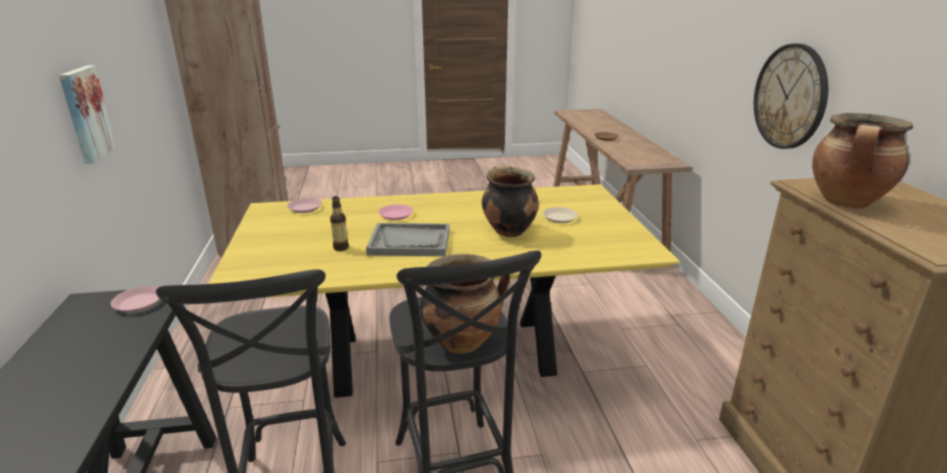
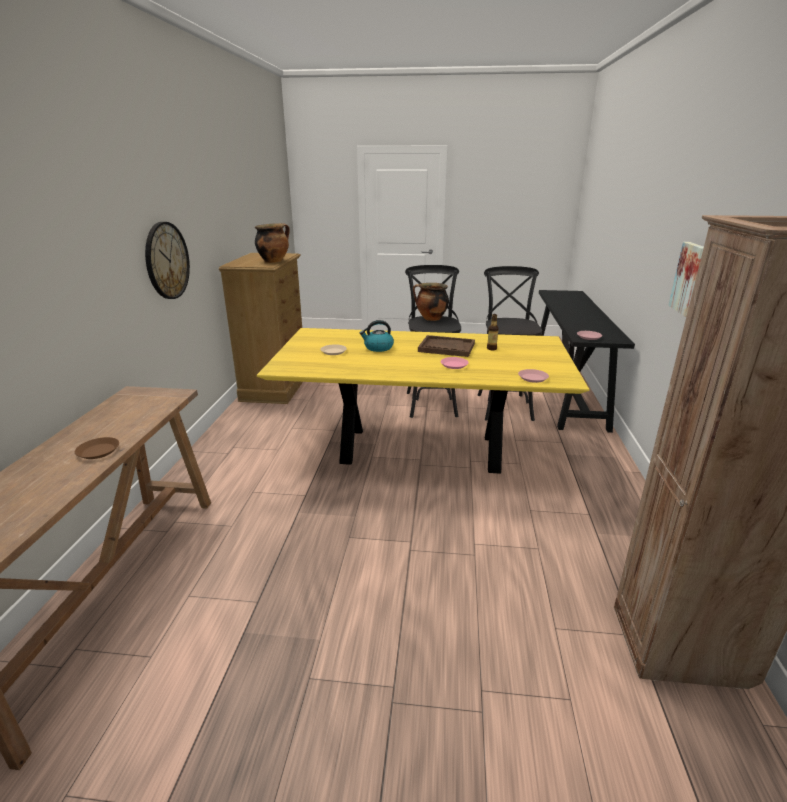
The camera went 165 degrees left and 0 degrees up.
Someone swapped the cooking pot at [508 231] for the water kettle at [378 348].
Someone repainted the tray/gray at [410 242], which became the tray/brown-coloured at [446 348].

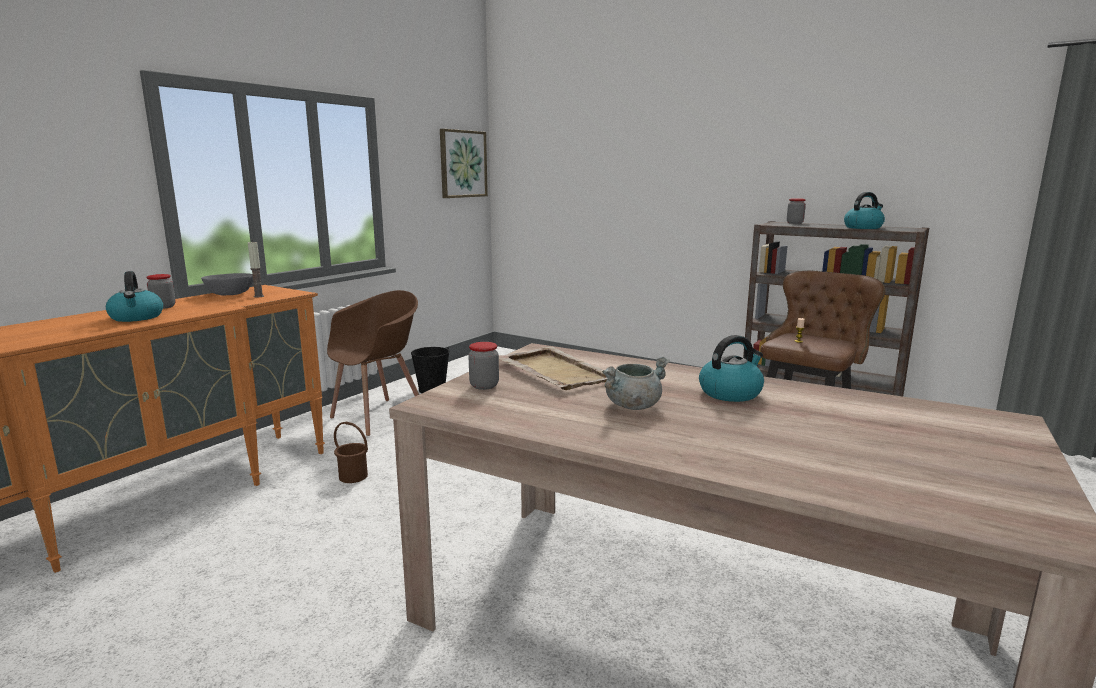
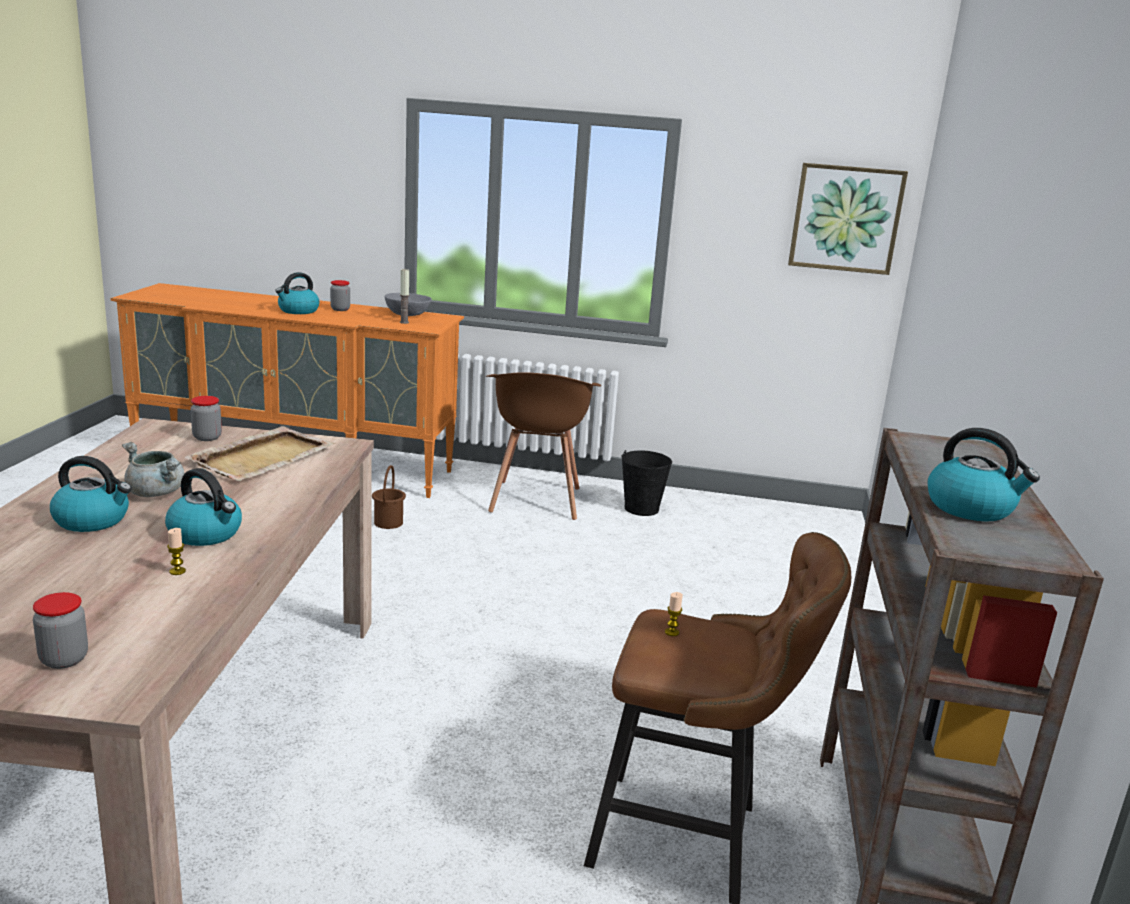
The camera went 65 degrees right and 5 degrees up.
Someone carried the storage jar from [794 223] to [64 659].
Someone put down the water kettle at [93 520].
Someone put down the wax candle at [177 571].
Someone rotated the plain chair/brown-coloured at [380 417] by 75 degrees clockwise.

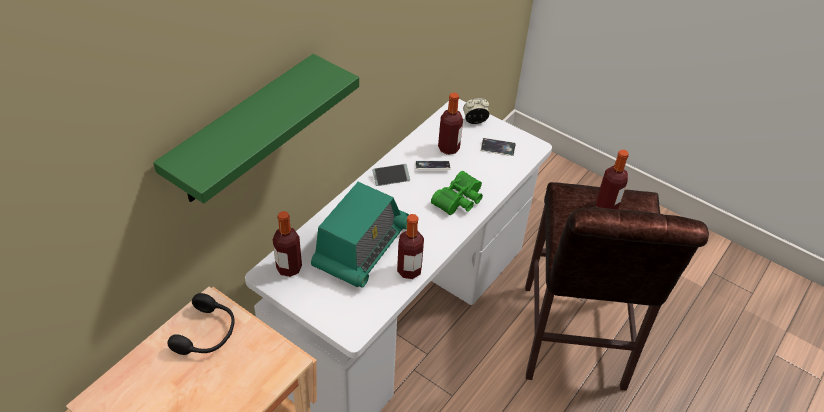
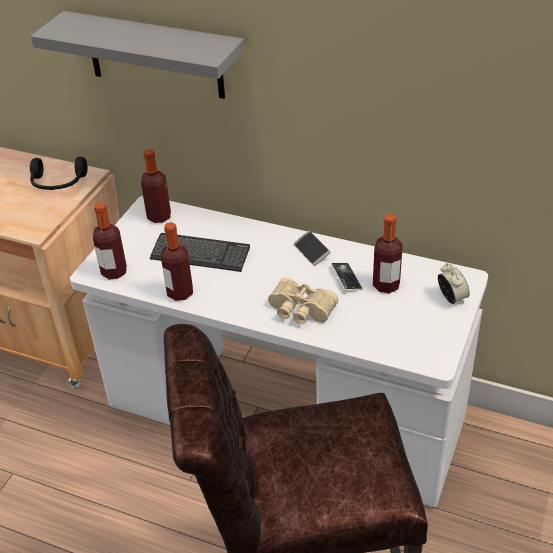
The camera went 80 degrees right and 5 degrees down.
Someone repainted the shelf/green at [243 131], which became the shelf/gray at [154 55].
Someone carried the bottle from [606 206] to [114 272].
Someone swapped the radio set at [362 247] for the PC keyboard at [200 254].
Someone repainted the binoculars/green at [460 201], which became the binoculars/beige-coloured at [300 311].
Someone took away the telephone at [497 148].

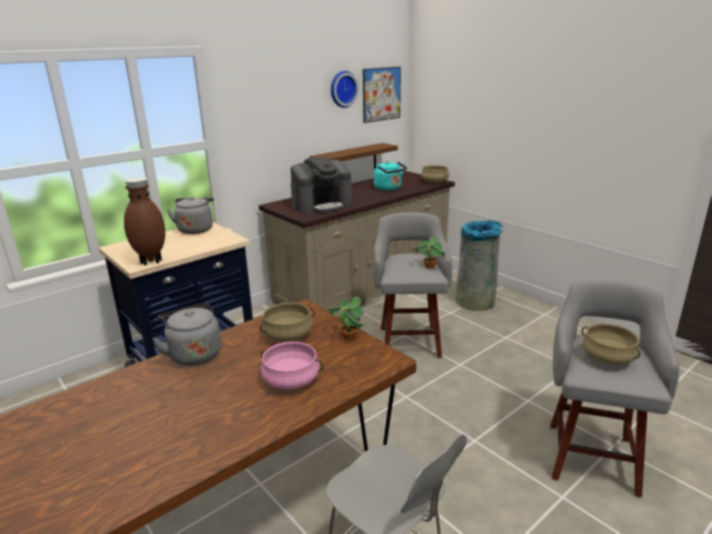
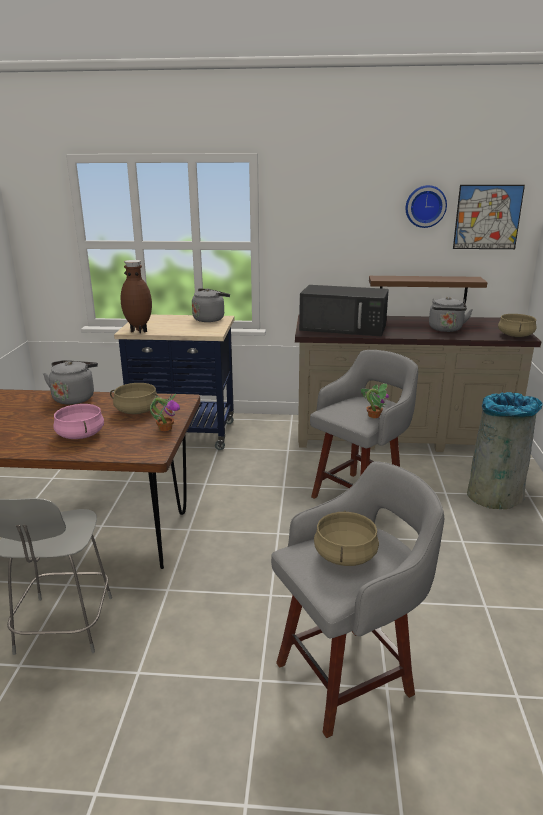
The camera went 45 degrees right and 0 degrees up.
Someone swapped the coffee machine at [322 205] for the kitchen microwave/black-coloured at [344 327].
Someone repainted the water kettle/blue-green at [389 188], which became the water kettle/gray at [446 329].

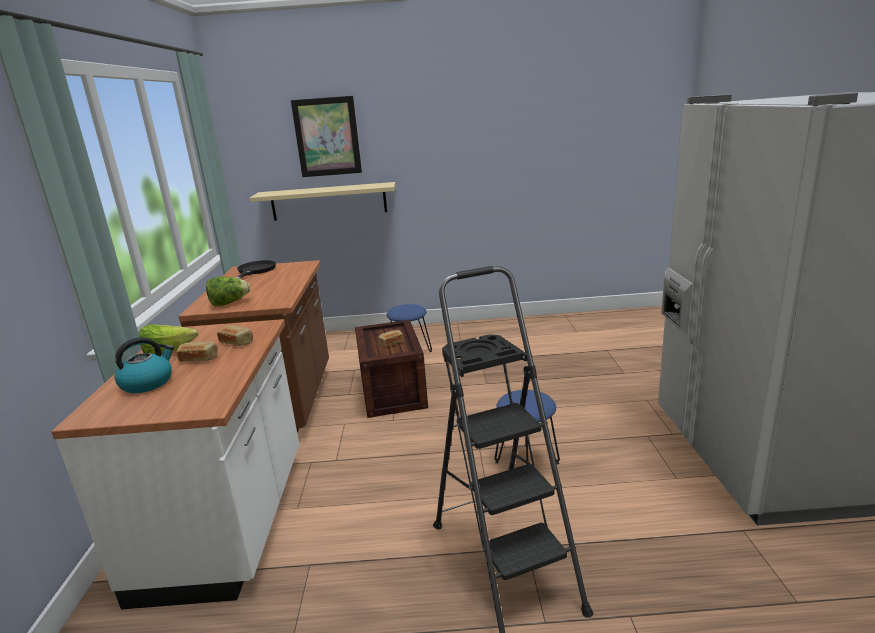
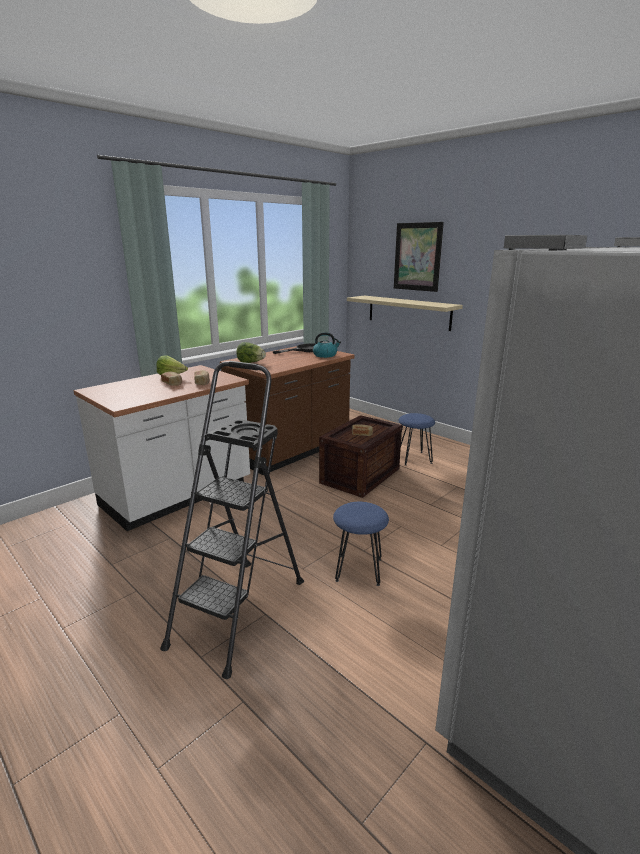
The camera went 45 degrees right and 0 degrees up.
Someone carried the water kettle from [148 383] to [325 355].

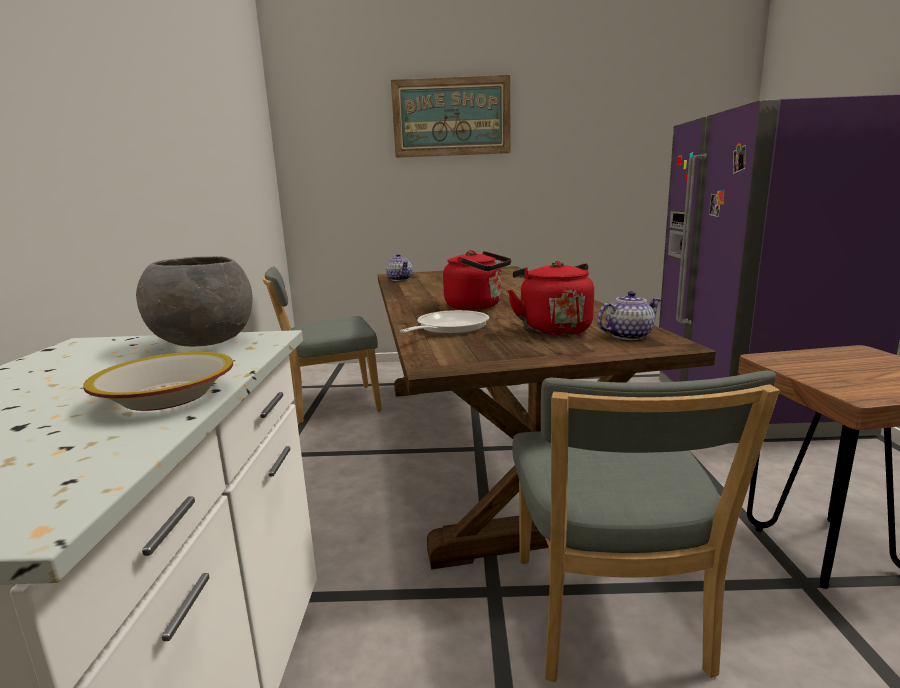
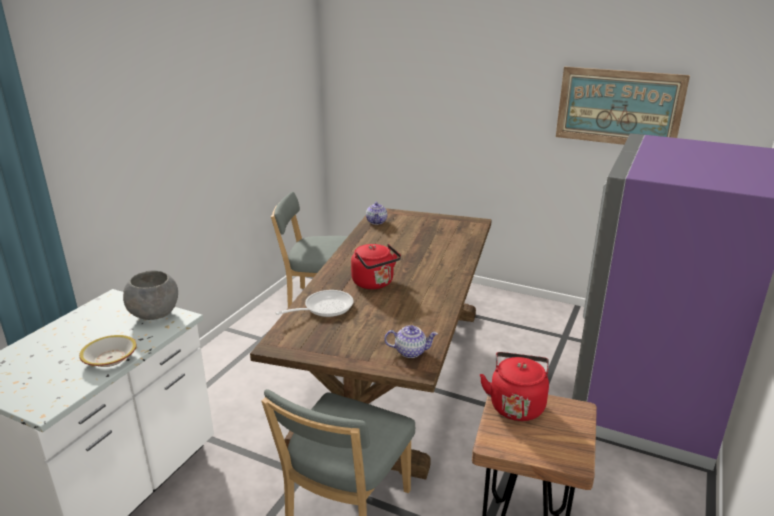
The camera went 25 degrees right and 10 degrees up.
Someone carried the water kettle/red from [552 329] to [516 405].
Someone carried the wall art from [451 117] to [619 107].

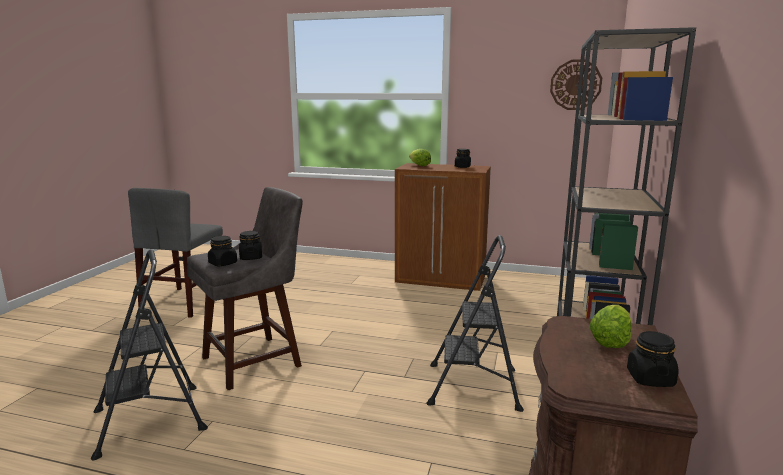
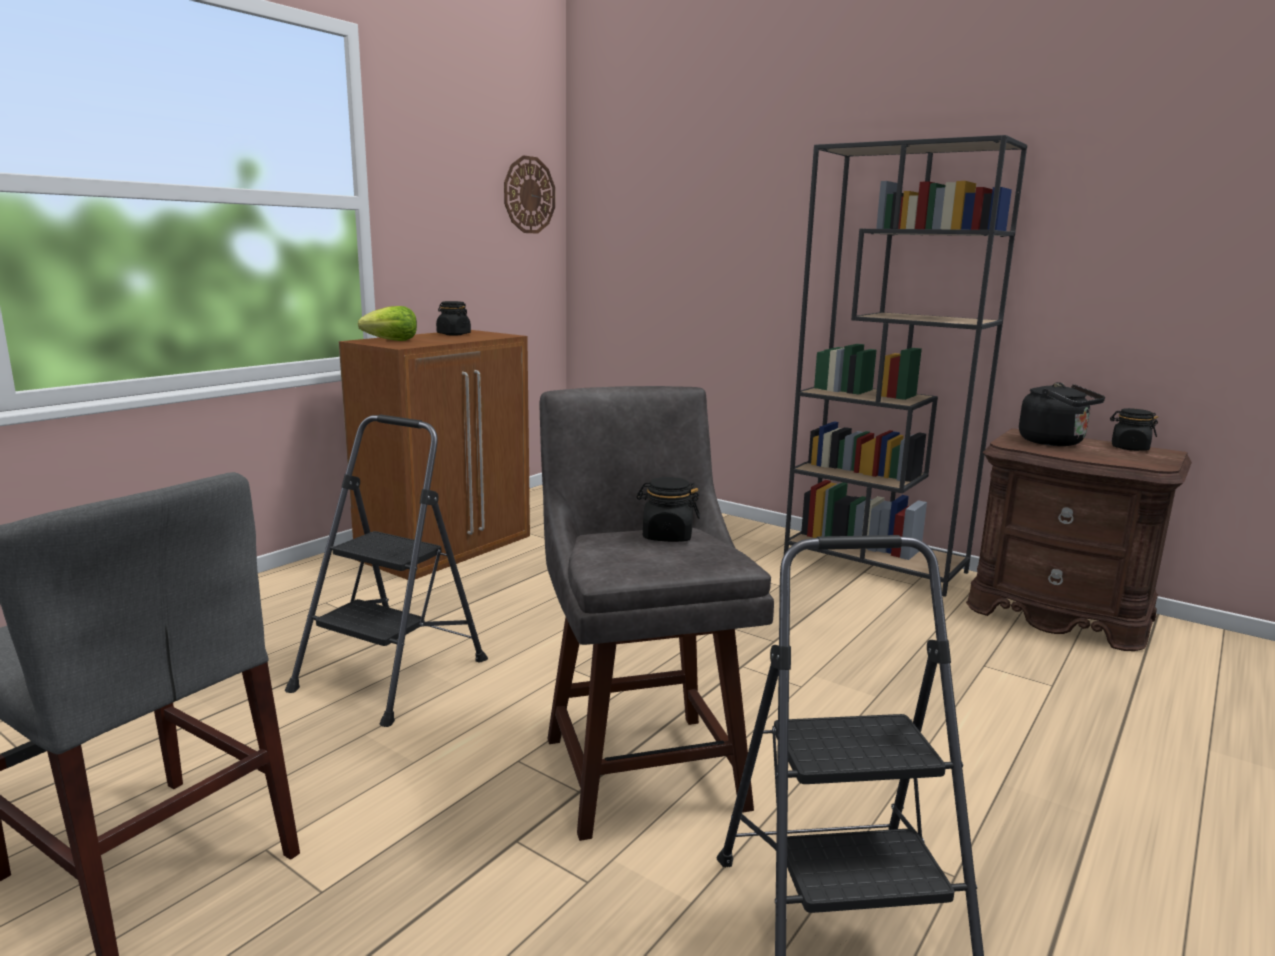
The camera went 70 degrees left and 0 degrees up.
Someone carried the step ladder/black-coloured from [476 386] to [395 671].
Someone swapped the lettuce head at [610 341] for the water kettle/black-coloured at [1055 442].
Someone took away the storage jar/black-coloured at [223 263].

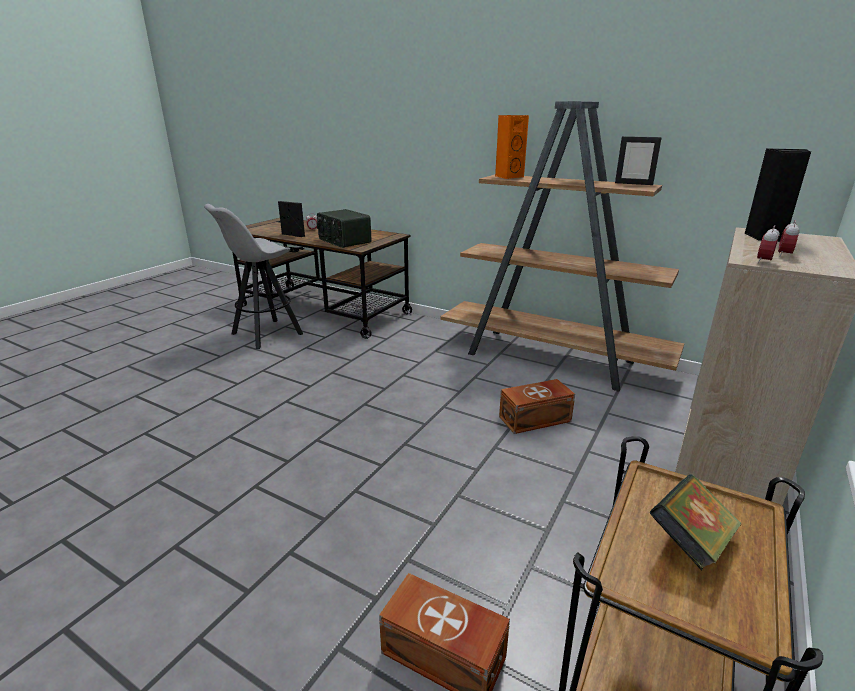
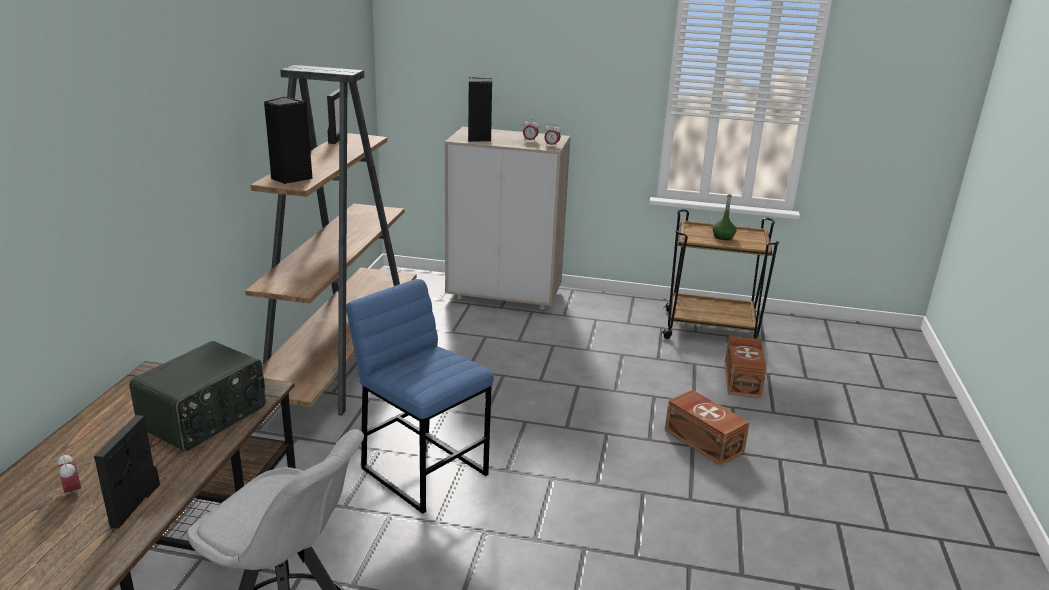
The camera went 110 degrees left and 0 degrees up.
Someone repainted the loudspeaker/orangey at [508 177], which became the loudspeaker/black-coloured at [290 178].
Someone put down the plain chair/blue at [422 470].
Someone carried the storage box/brown-coloured from [536 419] to [703 440].
Someone swapped the bound book at [689 542] for the bottle/green at [723 237].

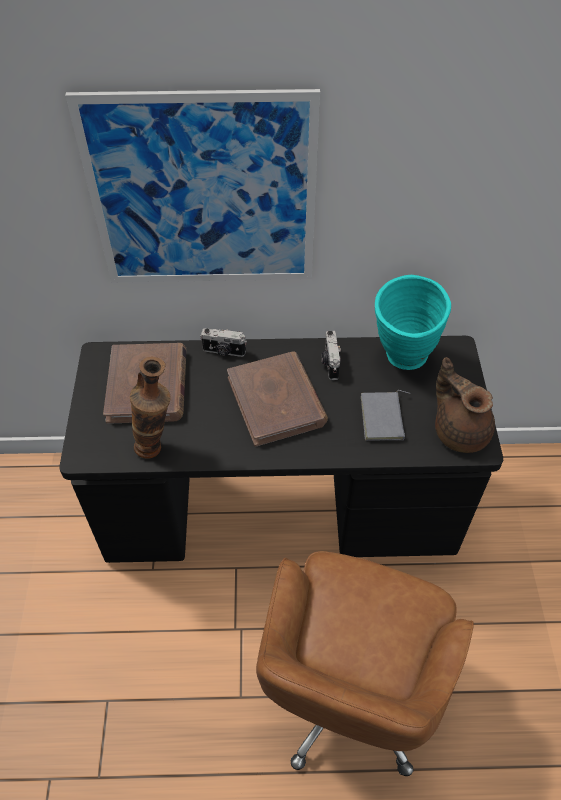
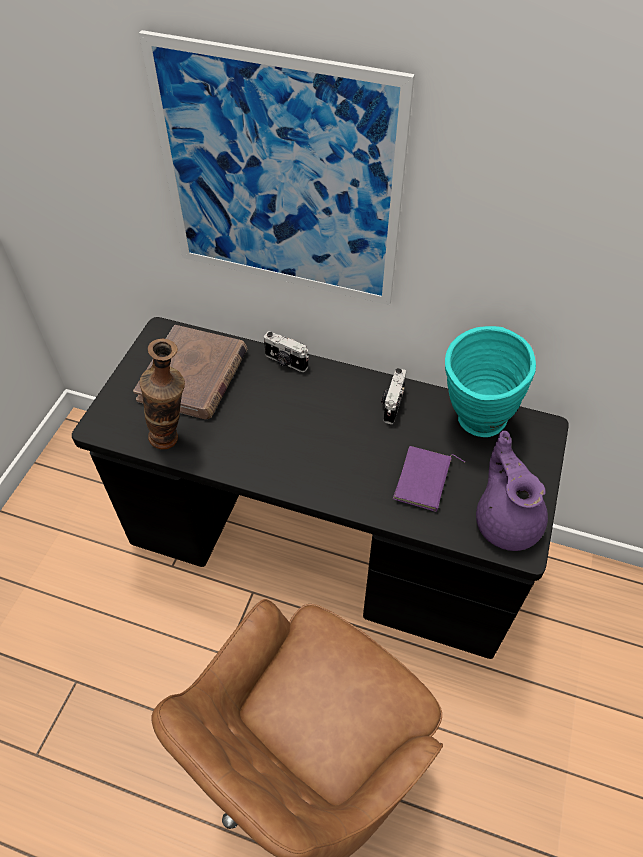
The camera went 20 degrees right and 0 degrees up.
Someone repainted the bound book/gray at [384 418], which became the bound book/purplish at [424 481].
Someone repainted the pot for tea/brown-coloured at [459 430], which became the pot for tea/purplish at [506 521].
Someone took away the bound book/brown-coloured at [276 401].

